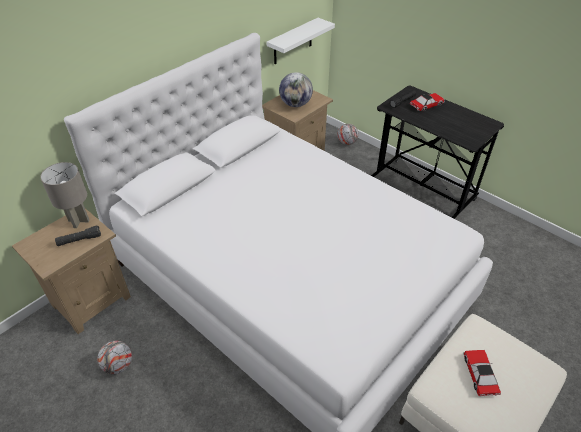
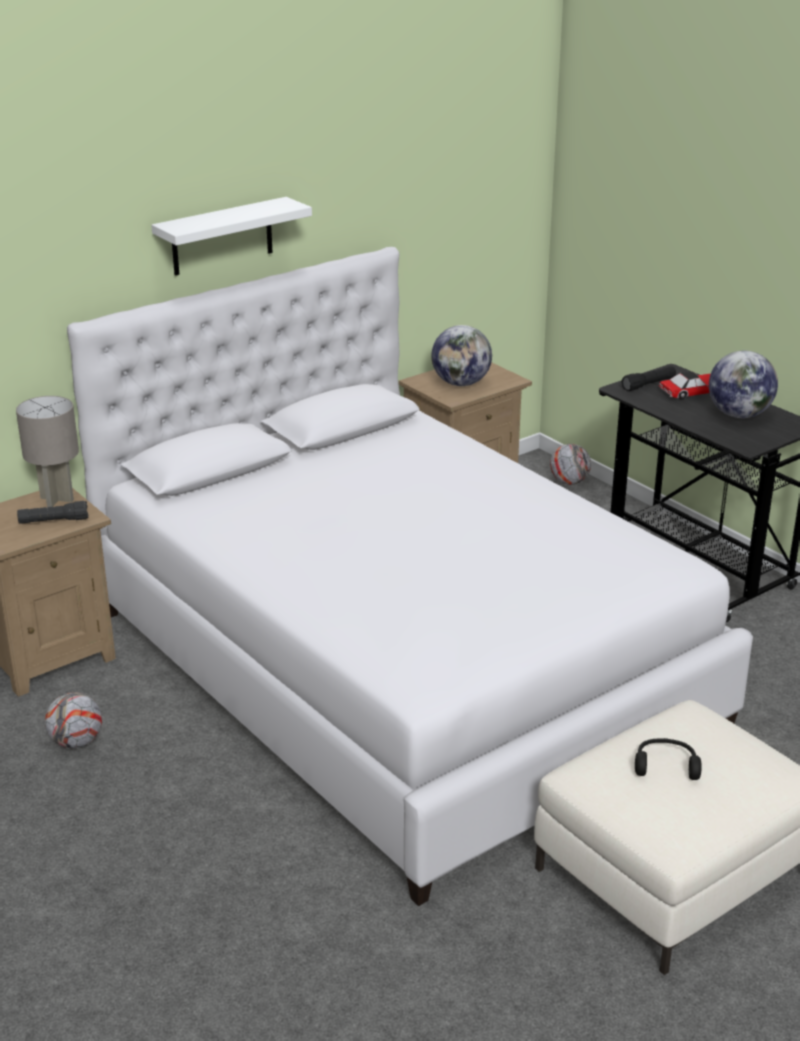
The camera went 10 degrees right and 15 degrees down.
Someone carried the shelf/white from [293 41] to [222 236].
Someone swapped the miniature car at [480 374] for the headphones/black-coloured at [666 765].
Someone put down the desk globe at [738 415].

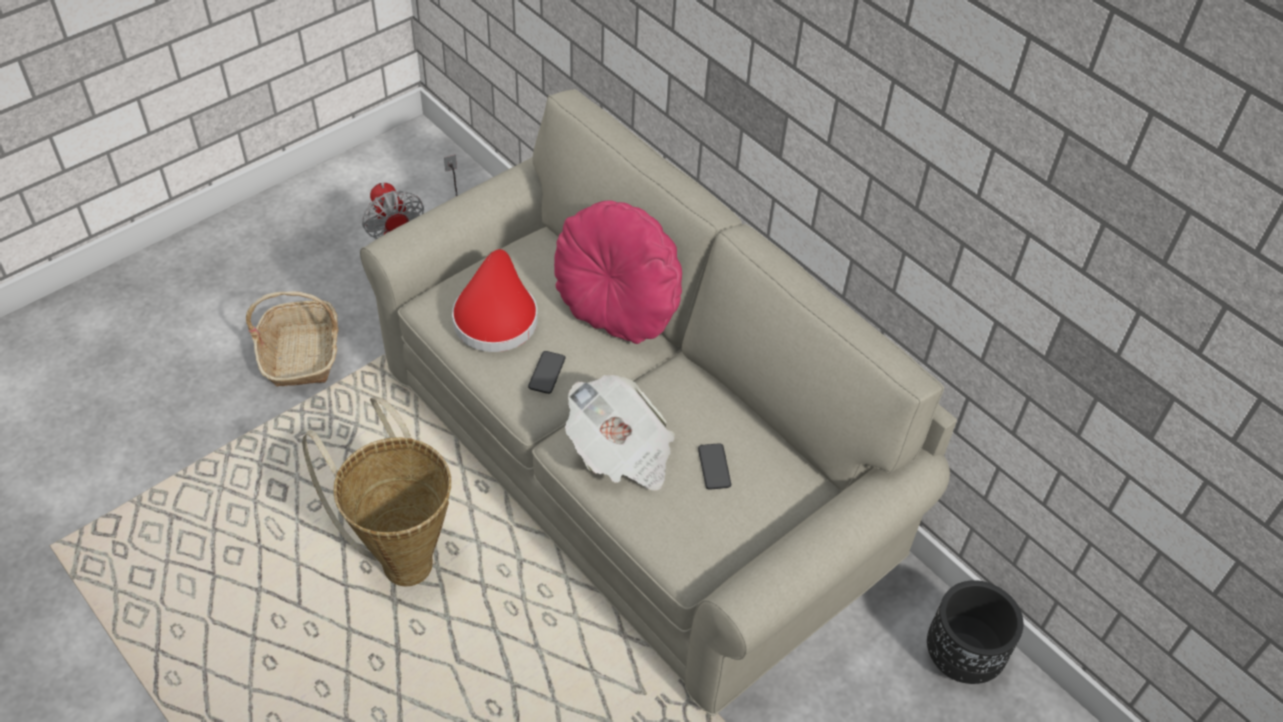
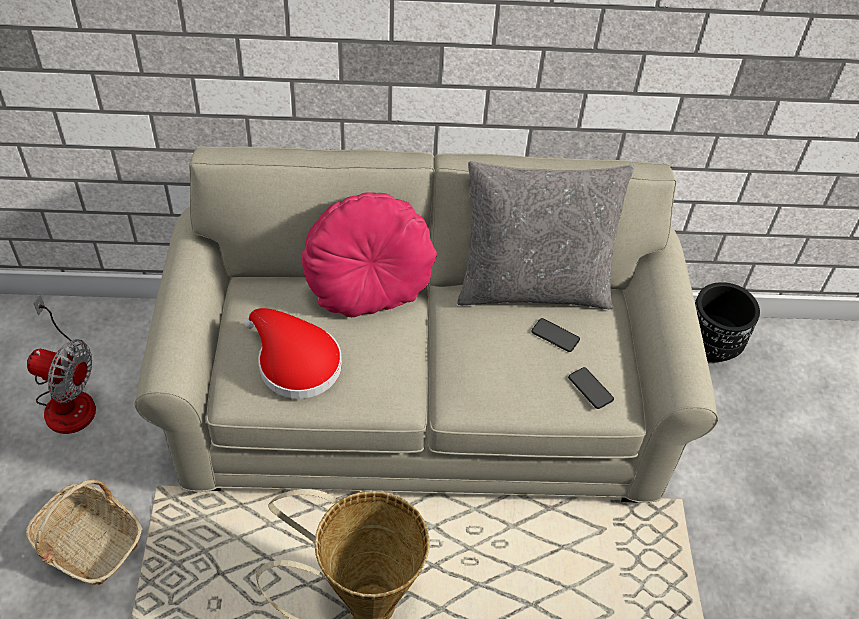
The camera went 50 degrees left and 0 degrees up.
Someone put down the cushion/gray at [533 286].
Someone carried the telephone from [547 373] to [590 388].
Someone took away the newspaper at [621 452].

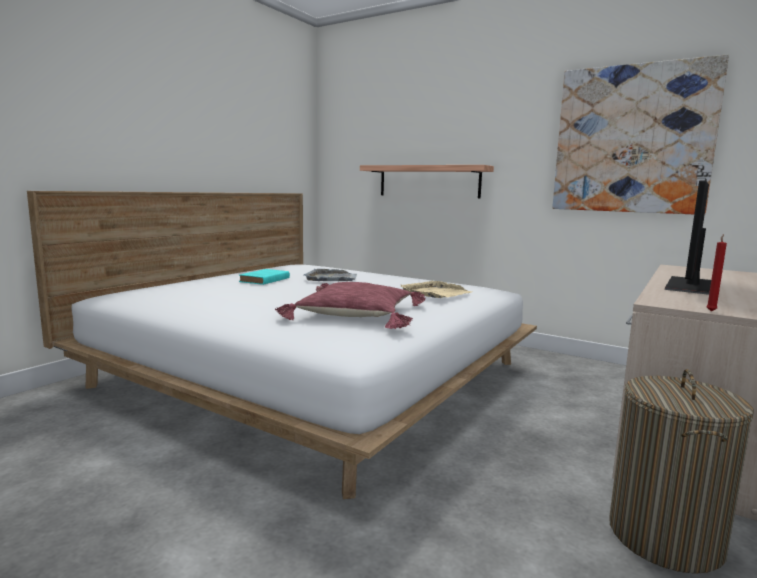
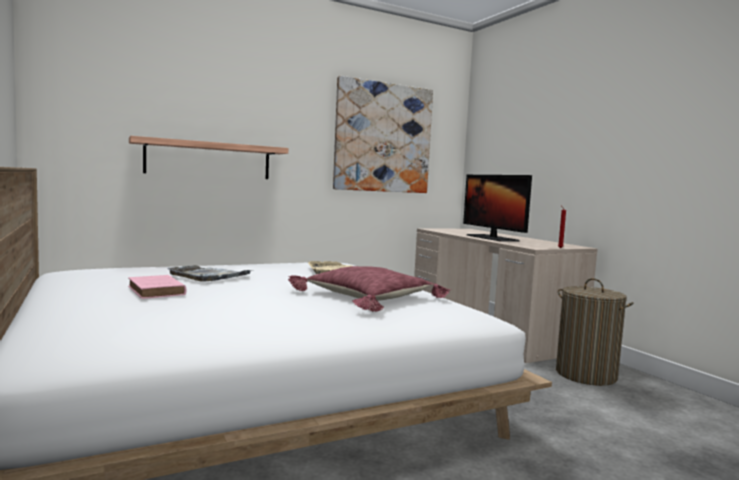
The camera went 60 degrees left and 5 degrees down.
Someone repainted the bound book/blue-green at [264 280], which became the bound book/pink-coloured at [157 291].

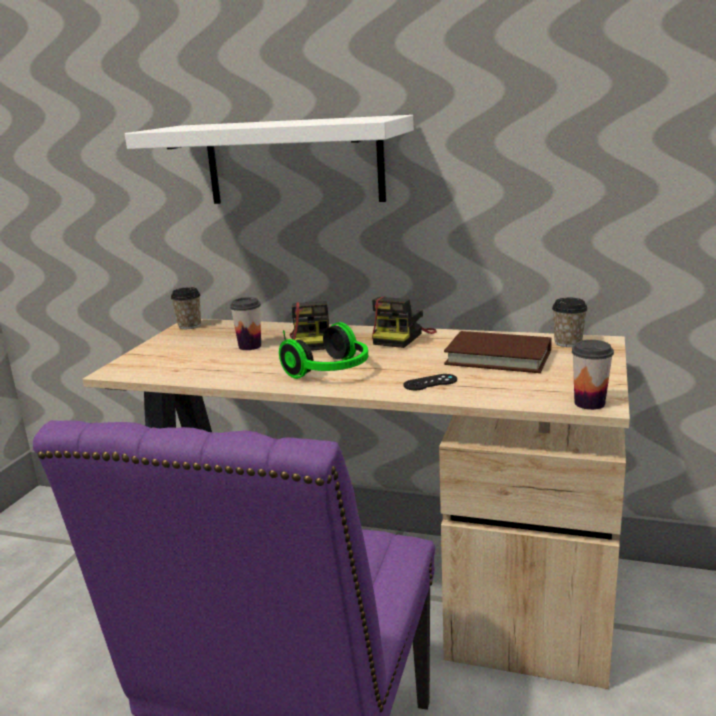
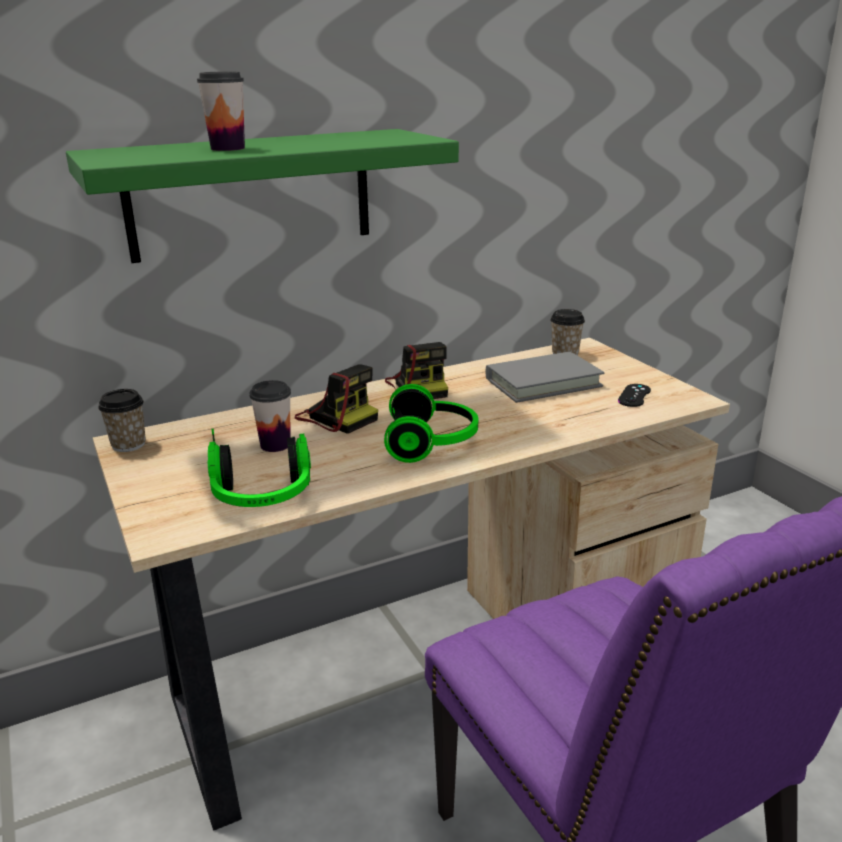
The camera went 45 degrees left and 5 degrees up.
Someone repainted the shelf/white at [294 162], which became the shelf/green at [251 194].
Someone carried the small cup from [589 403] to [228 148].
Someone put down the headphones at [262 498].
Someone repainted the bound book/brown-coloured at [498 357], which became the bound book/gray at [543 382].
Someone carried the gamepad/black-coloured from [430 382] to [634 395].

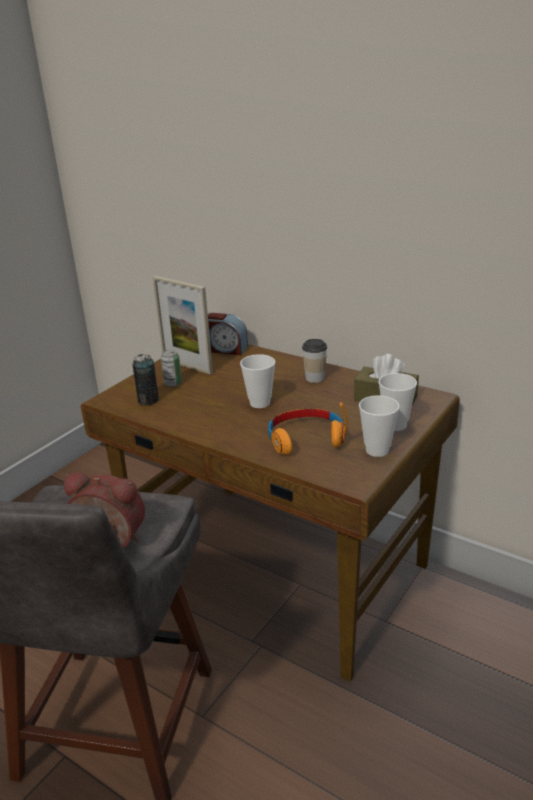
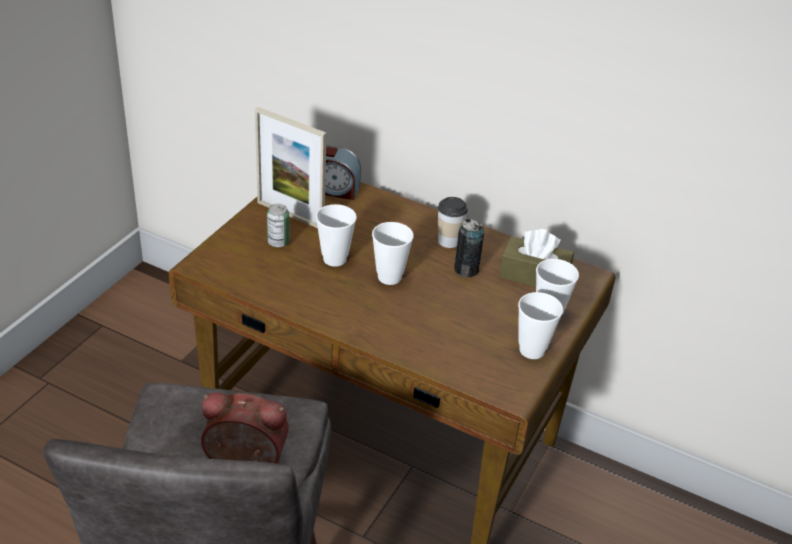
The camera went 10 degrees left and 10 degrees up.
Someone put down the small cup at [334 259].
Someone carried the sealed can from [148 400] to [466 270].
Someone took away the headphones/orangey at [305 439].

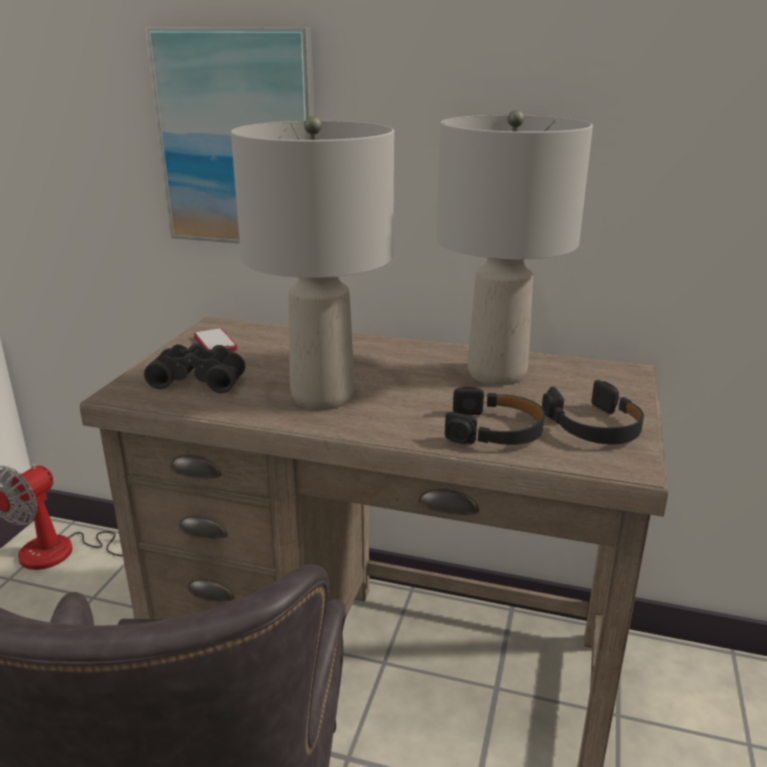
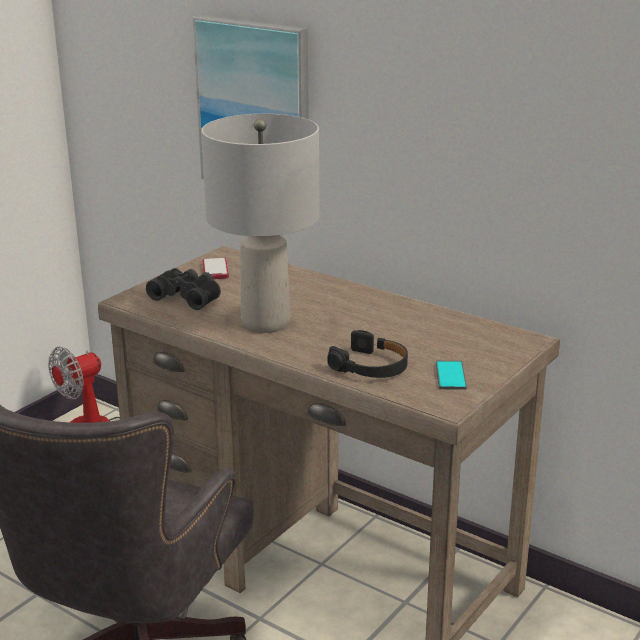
The camera went 20 degrees right and 0 degrees up.
Someone swapped the headphones/black-coloured at [594 426] for the telephone at [450 376].
Someone took away the lamp for a table/gray at [498 373].

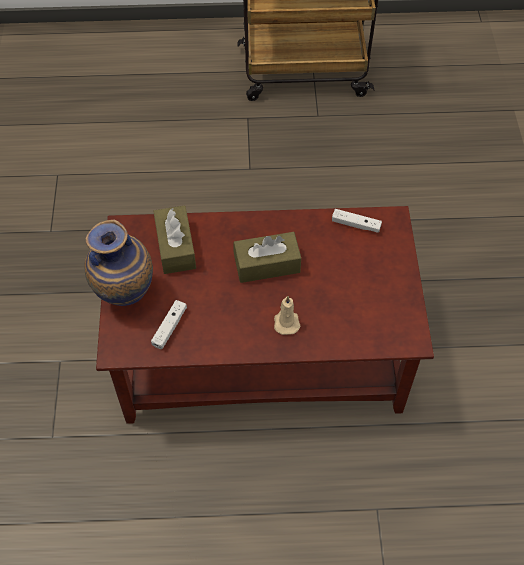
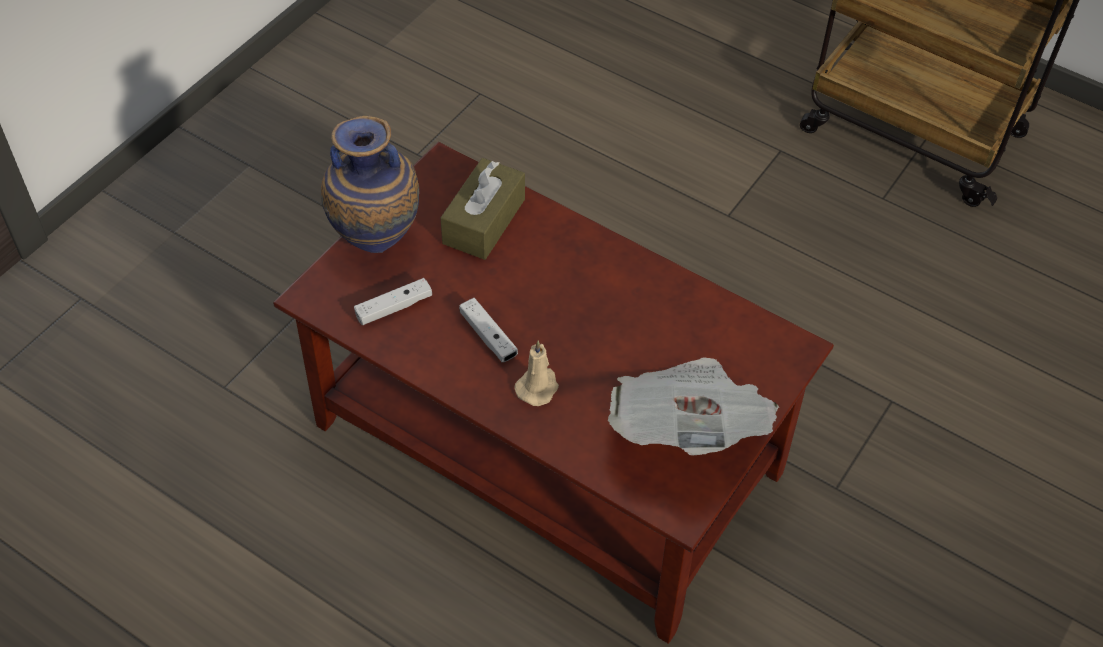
The camera went 35 degrees right and 5 degrees down.
Someone carried the gamepad/white from [356 224] to [488 336].
Someone put down the newspaper at [687 429].
Someone took away the tissue box/brown-coloured at [267 264].

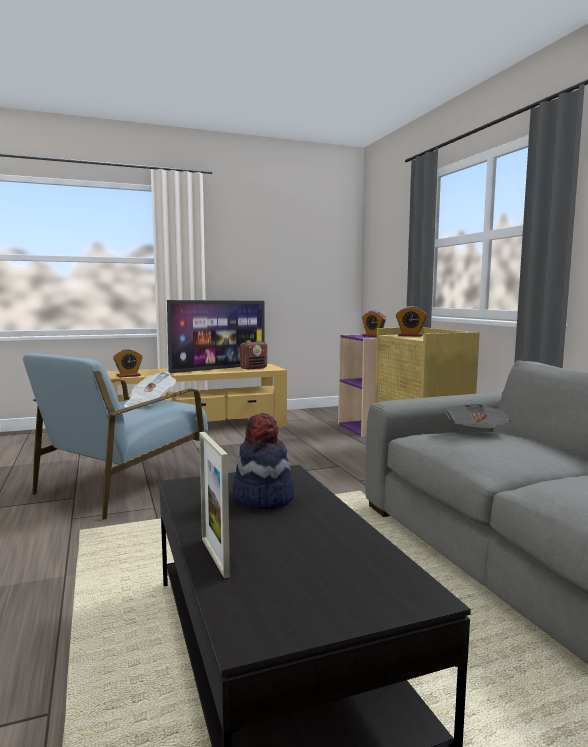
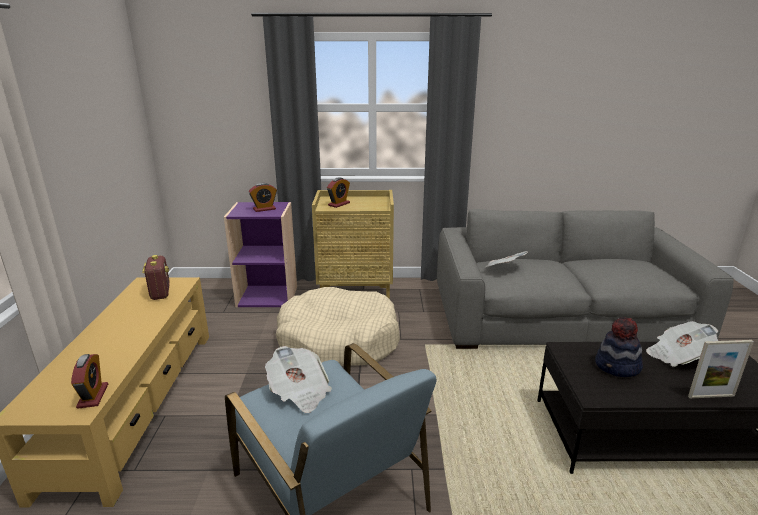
The camera went 70 degrees left and 15 degrees up.
Someone put down the dog bed/beige-coloured at [338 340].
Someone put down the newspaper at [678 356].
Someone took away the television at [218 369].

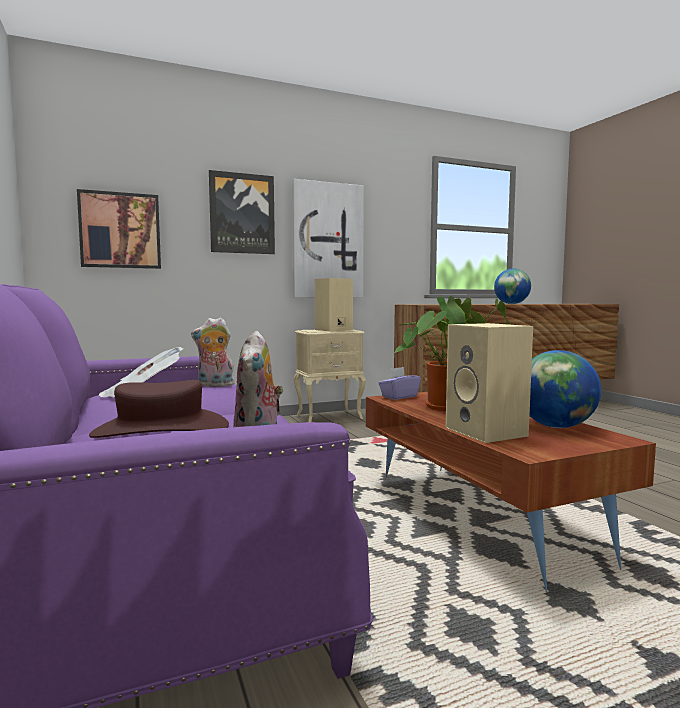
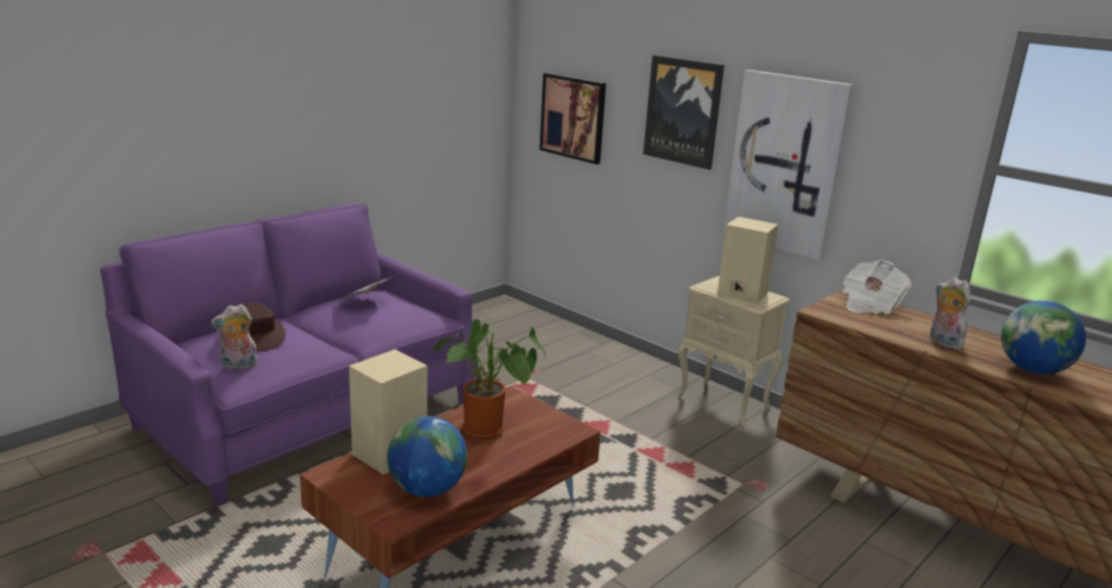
The camera went 65 degrees right and 15 degrees up.
Someone put down the newspaper at [870 304].
Someone carried the cuddly toy from [214 385] to [942 342].
Someone took away the tissue box/purplish at [399 397].

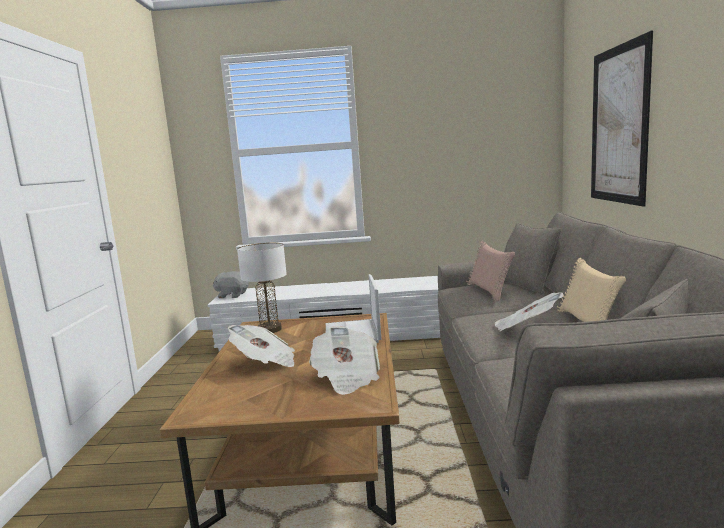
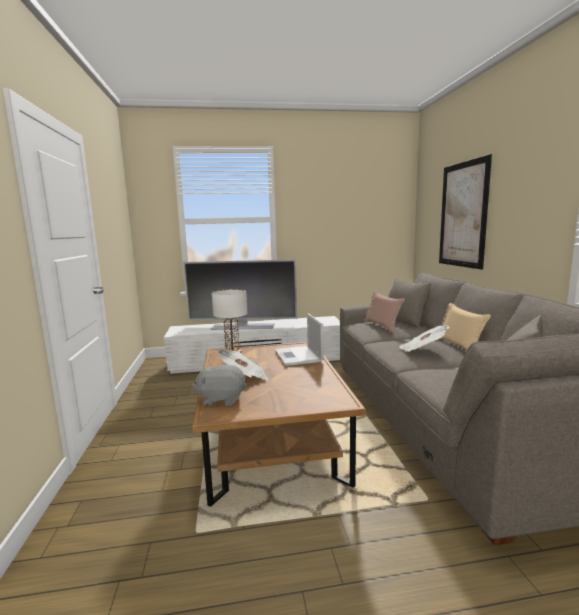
The camera went 10 degrees left and 0 degrees up.
Someone put down the television at [243 326].
Someone carried the cuddly toy/gray from [232 295] to [221 399].
Someone took away the newspaper at [346 377].

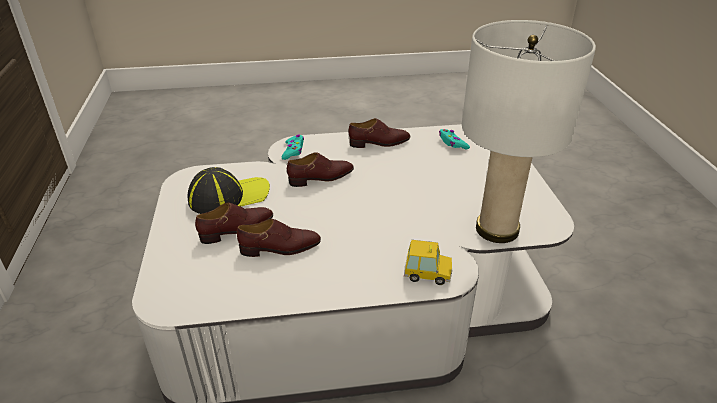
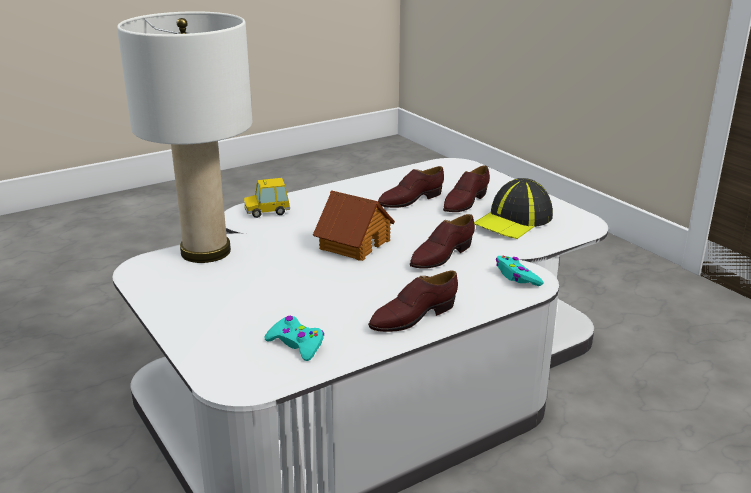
The camera went 155 degrees right and 10 degrees down.
Someone put down the toy house at [354 244].

